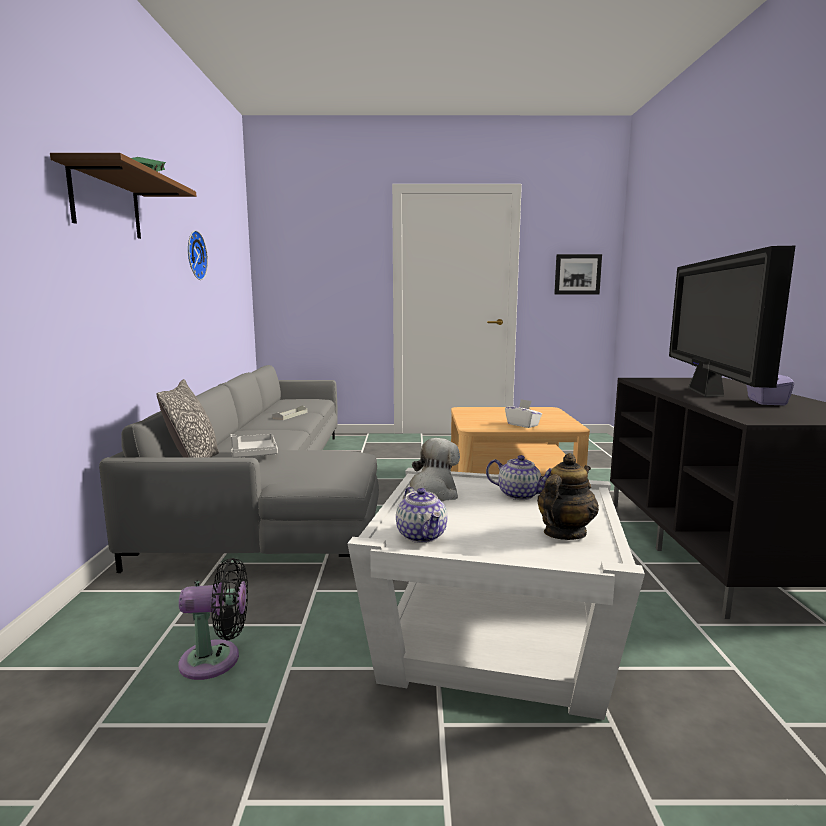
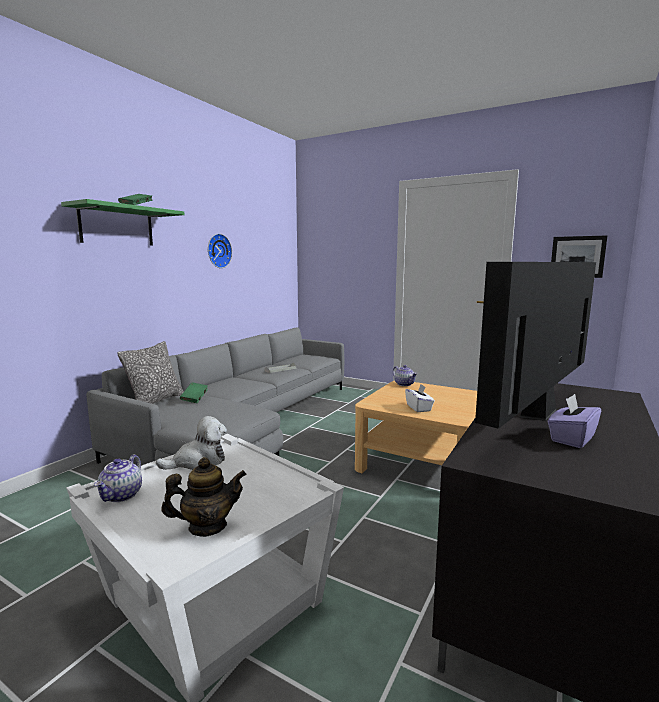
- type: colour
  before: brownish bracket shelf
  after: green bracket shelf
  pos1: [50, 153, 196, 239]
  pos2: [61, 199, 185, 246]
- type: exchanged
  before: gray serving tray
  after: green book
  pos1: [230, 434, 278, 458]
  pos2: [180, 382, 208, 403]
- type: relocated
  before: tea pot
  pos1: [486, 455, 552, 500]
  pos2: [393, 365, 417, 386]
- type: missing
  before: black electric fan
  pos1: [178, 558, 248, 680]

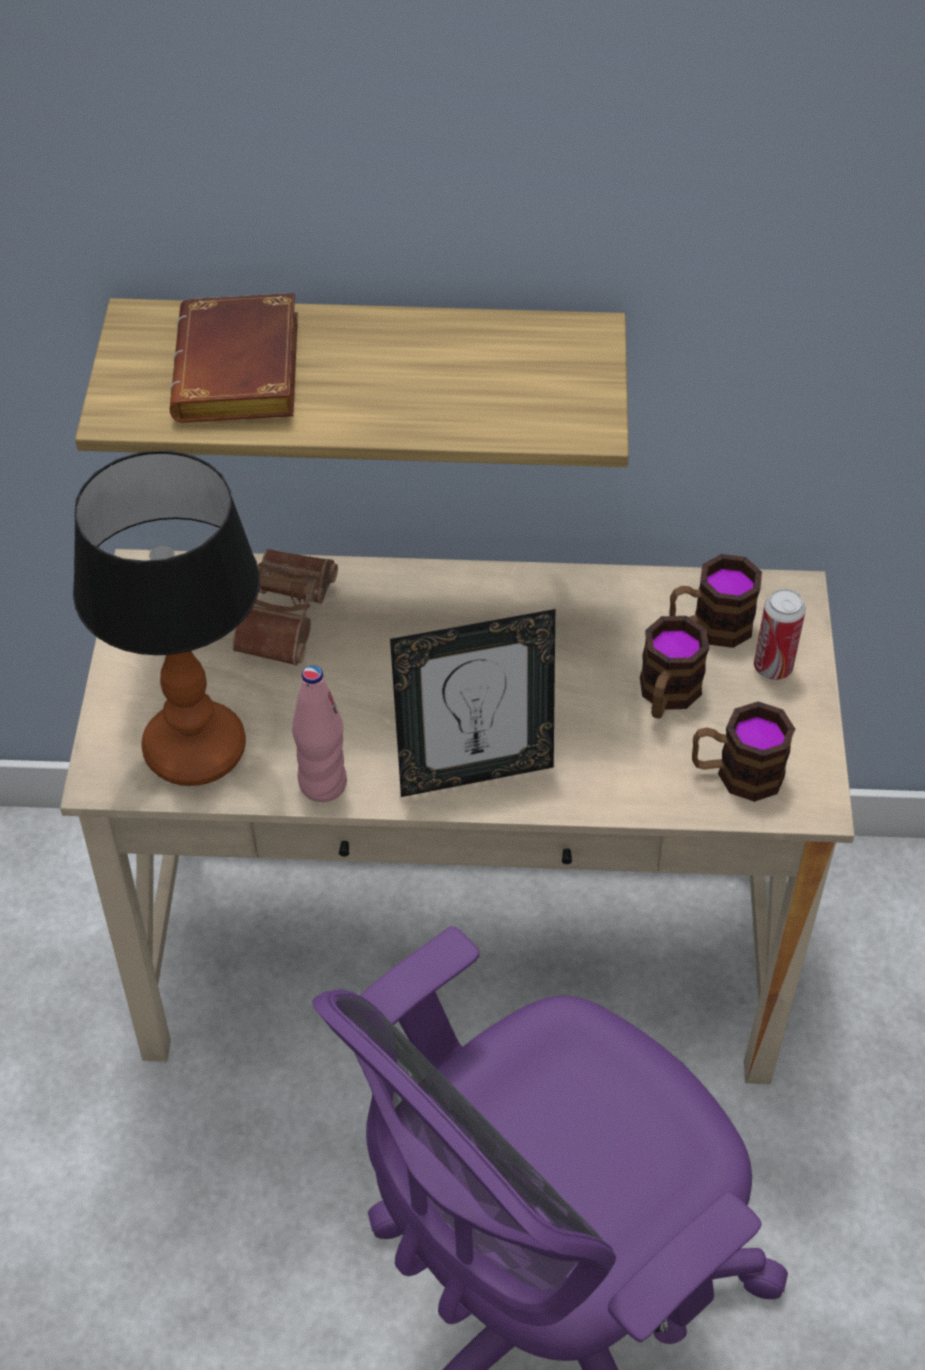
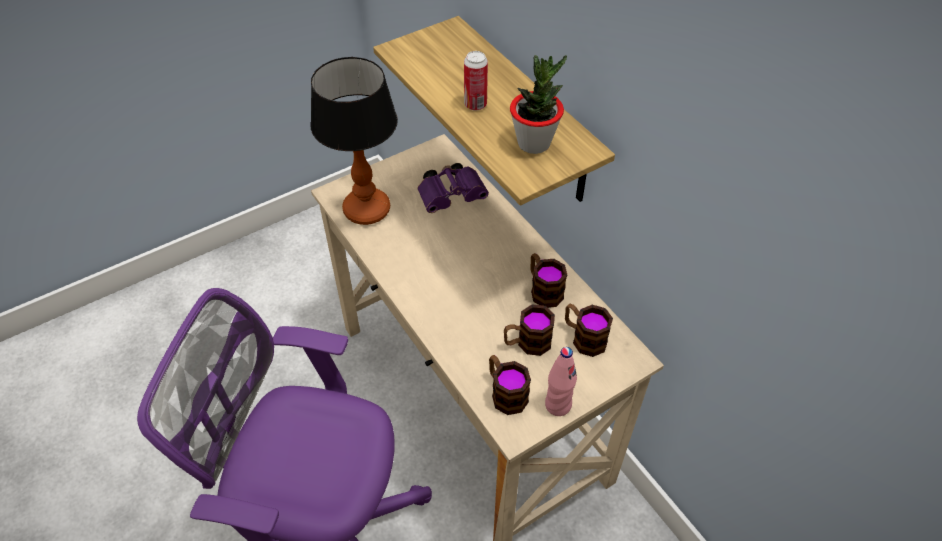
- type: colour
  before: brownish binoculars
  after: purple binoculars
  pos1: [232, 549, 338, 666]
  pos2: [417, 163, 489, 213]
- type: relocated
  before: metal can
  pos1: [754, 589, 806, 680]
  pos2: [464, 51, 488, 111]
- type: appeared
  after: plant in a pot
  pos2: [510, 55, 567, 154]
- type: appeared
  after: coffee mug
  pos2: [530, 253, 567, 308]
- type: relocated
  before: pinkish bottle
  pos1: [292, 665, 347, 802]
  pos2: [545, 347, 577, 416]
- type: missing
  before: brownish book
  pos1: [170, 293, 298, 423]
- type: missing
  before: picture frame
  pos1: [390, 609, 555, 797]

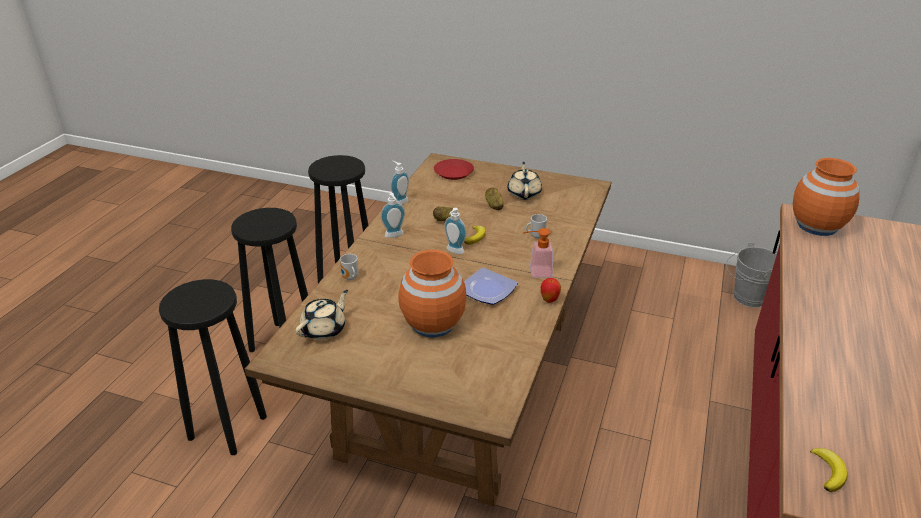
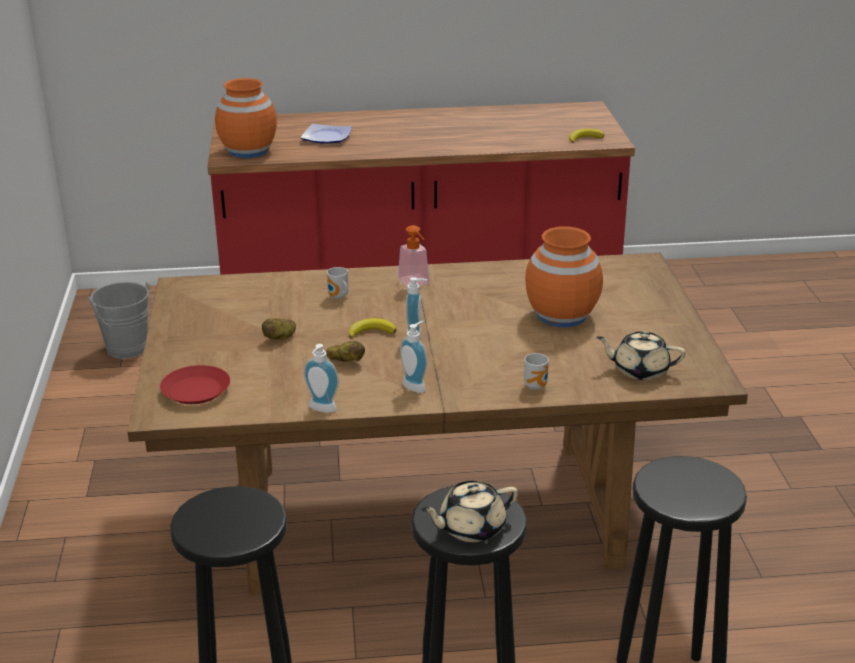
- type: relocated
  before: plate
  pos1: [464, 268, 518, 305]
  pos2: [301, 124, 352, 144]
- type: relocated
  before: beige-coloured tea pot
  pos1: [508, 162, 542, 200]
  pos2: [421, 481, 518, 542]
- type: missing
  before: whole apple
  pos1: [541, 278, 561, 303]

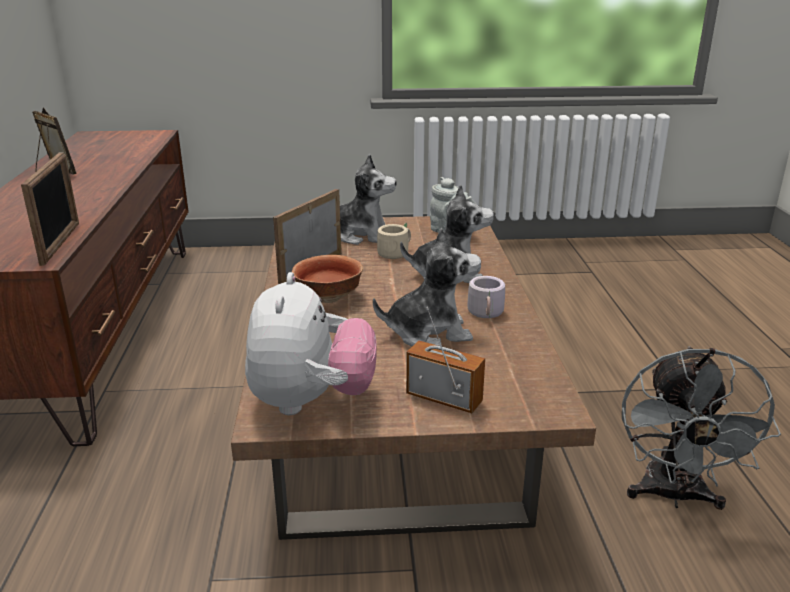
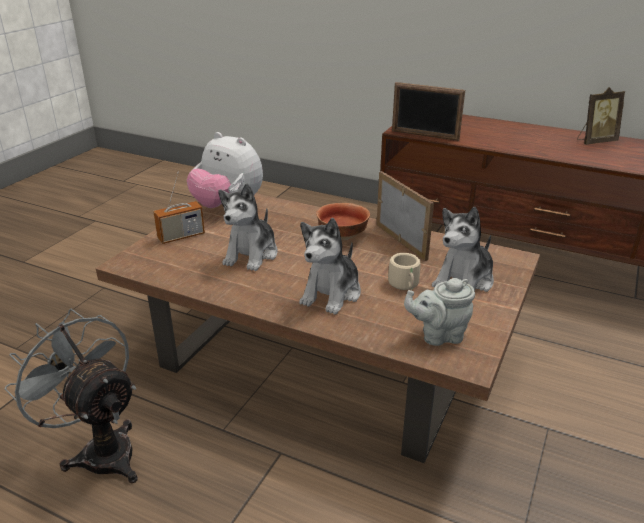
- type: missing
  before: gray coffee mug
  pos1: [467, 276, 507, 318]

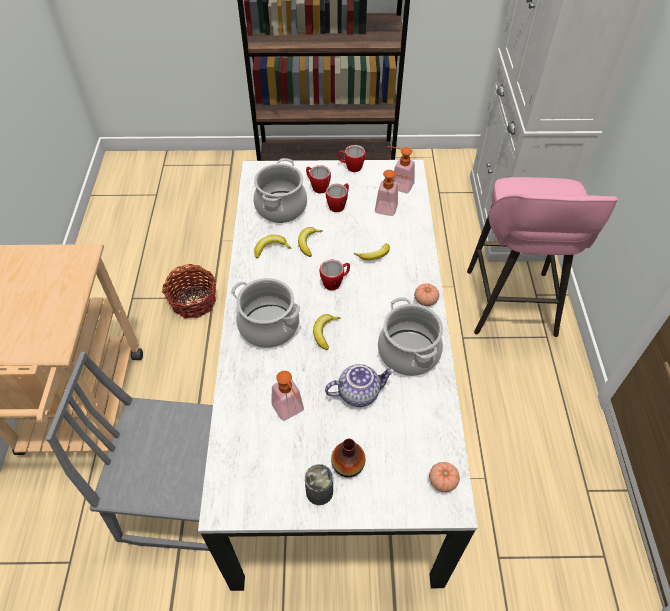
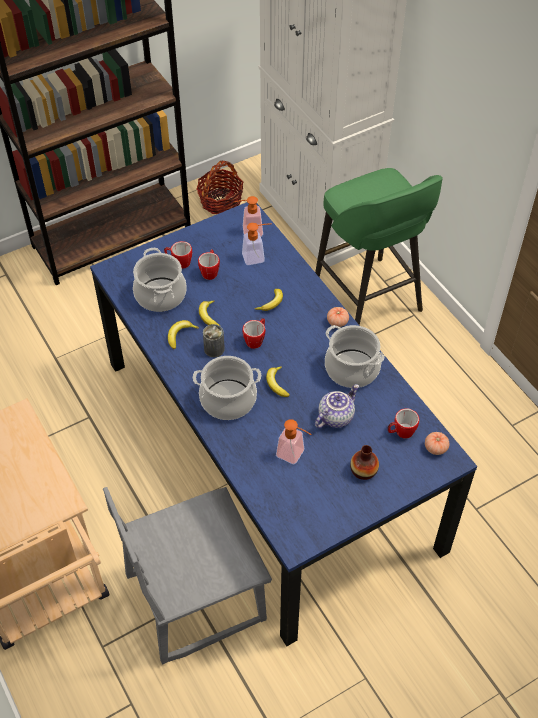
- type: colour
  before: white-coloured dinner table
  after: bluish dinner table
  pos1: [198, 160, 478, 591]
  pos2: [90, 202, 477, 647]
- type: relocated
  before: basket
  pos1: [162, 264, 216, 318]
  pos2: [197, 161, 243, 214]
- type: relocated
  before: metal can
  pos1: [305, 464, 333, 505]
  pos2: [203, 324, 225, 357]
- type: colour
  before: pinkish stool seat
  after: green stool seat
  pos1: [467, 177, 618, 337]
  pos2: [315, 168, 443, 325]
- type: relocated
  before: coffee mug
  pos1: [338, 145, 365, 172]
  pos2: [388, 408, 419, 439]

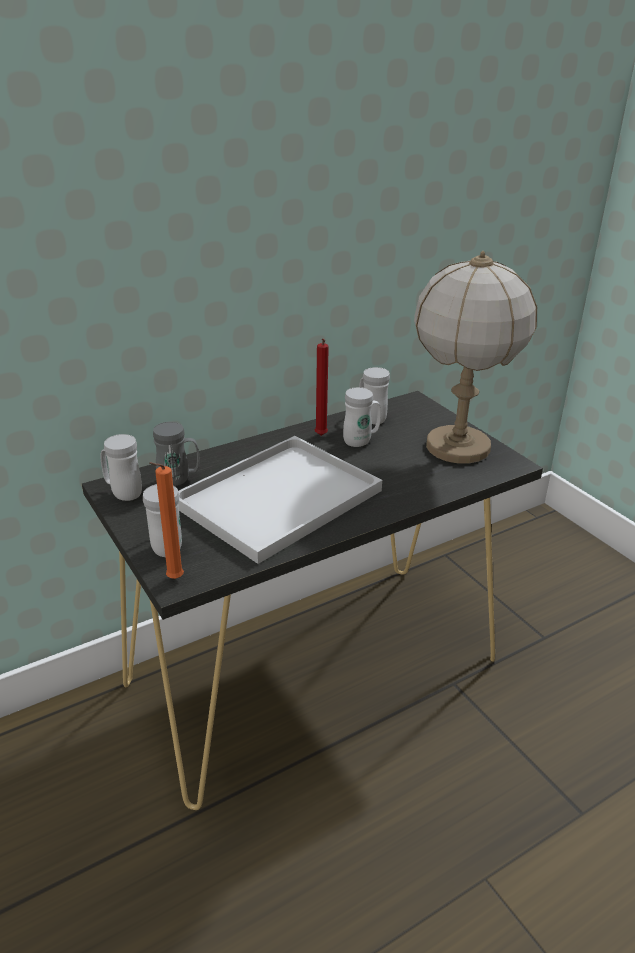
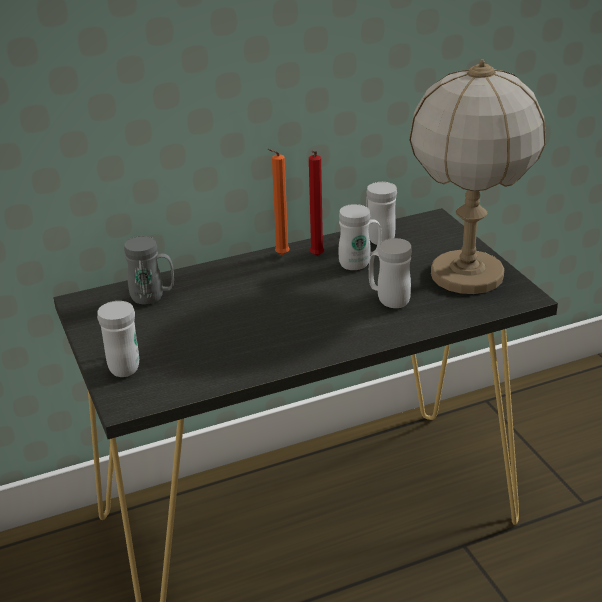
- type: relocated
  before: orangey candle
  pos1: [149, 462, 184, 579]
  pos2: [268, 149, 290, 255]
- type: relocated
  before: white-coloured coffee mug
  pos1: [100, 434, 142, 501]
  pos2: [369, 238, 412, 308]
- type: missing
  before: white-coloured serving tray
  pos1: [178, 436, 382, 564]

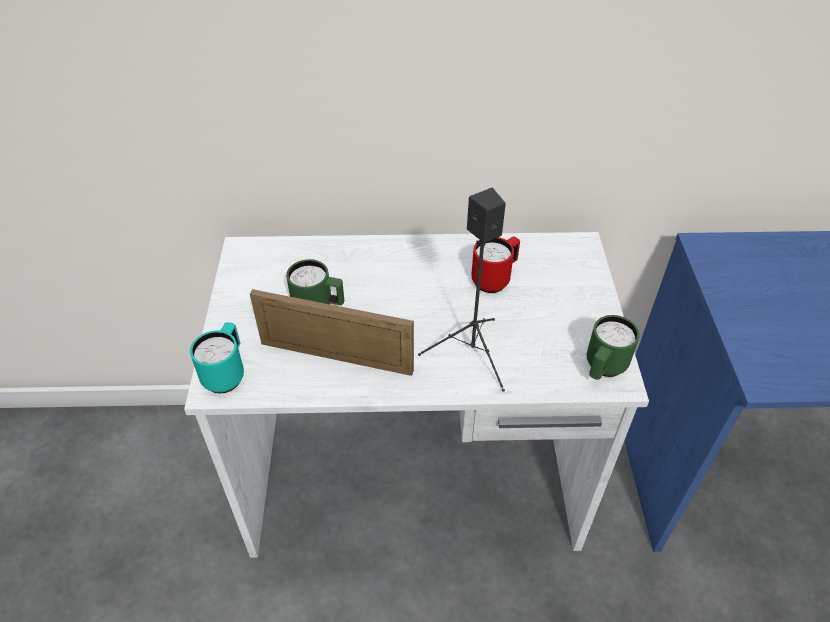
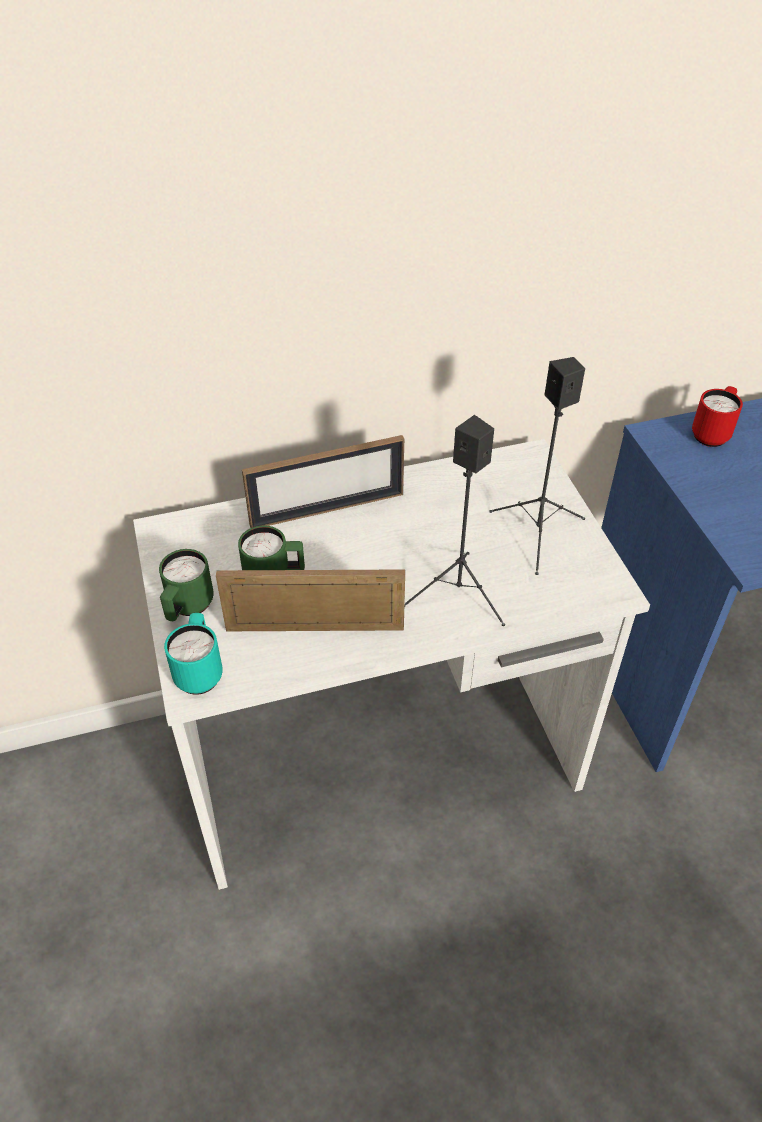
- type: relocated
  before: green coffee mug
  pos1: [587, 315, 640, 380]
  pos2: [159, 549, 213, 621]
- type: appeared
  after: picture frame
  pos2: [242, 435, 404, 528]
- type: appeared
  after: black loudspeaker
  pos2: [489, 357, 585, 575]
- type: relocated
  before: red coffee mug
  pos1: [471, 236, 520, 293]
  pos2: [692, 386, 743, 447]

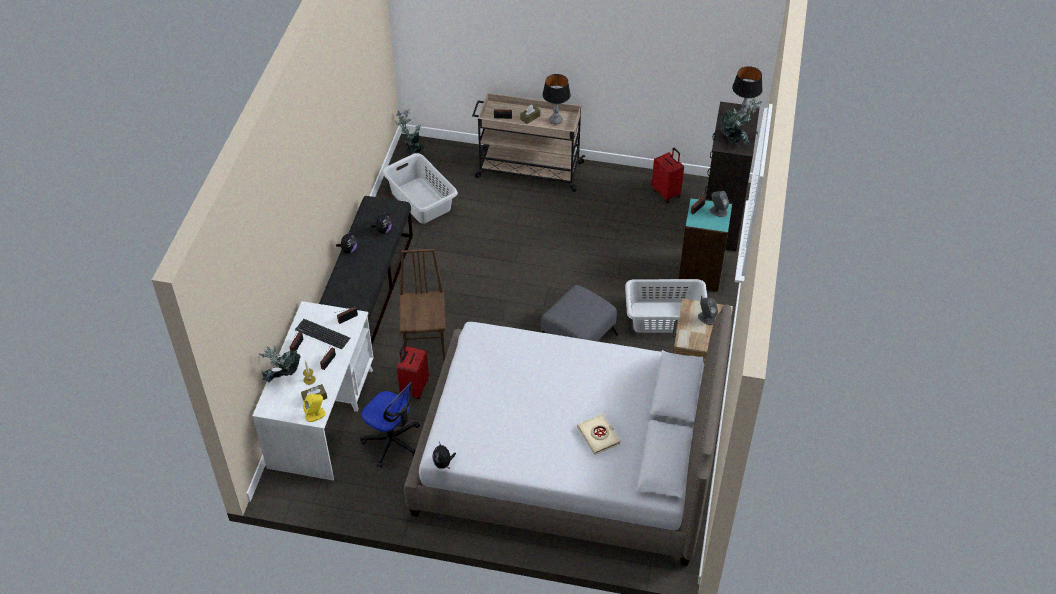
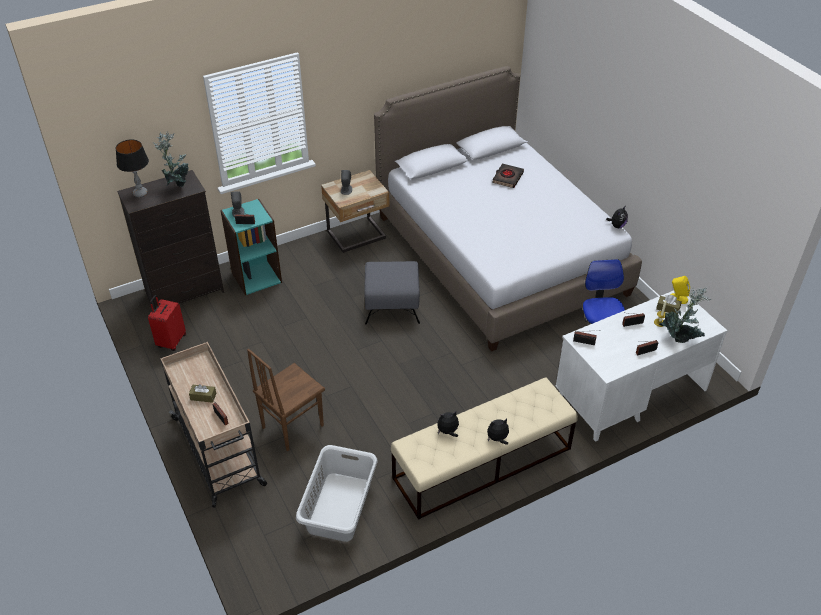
- type: relocated
  before: brownish plain chair
  pos1: [399, 249, 446, 360]
  pos2: [247, 349, 325, 451]
- type: colour
  before: black indoor bench
  after: beige-coloured indoor bench
  pos1: [319, 196, 413, 344]
  pos2: [391, 378, 578, 520]
- type: colour
  before: beige-coloured book
  after: black book
  pos1: [577, 414, 621, 455]
  pos2: [492, 163, 524, 188]
- type: missing
  before: keyboard
  pos1: [295, 319, 350, 349]
- type: missing
  before: plant in a pot
  pos1: [394, 109, 424, 155]
- type: missing
  before: red suitcase
  pos1: [397, 344, 429, 399]
- type: missing
  before: table lamp
  pos1: [542, 74, 571, 125]
- type: missing
  before: gray washing basket
  pos1: [625, 279, 707, 333]

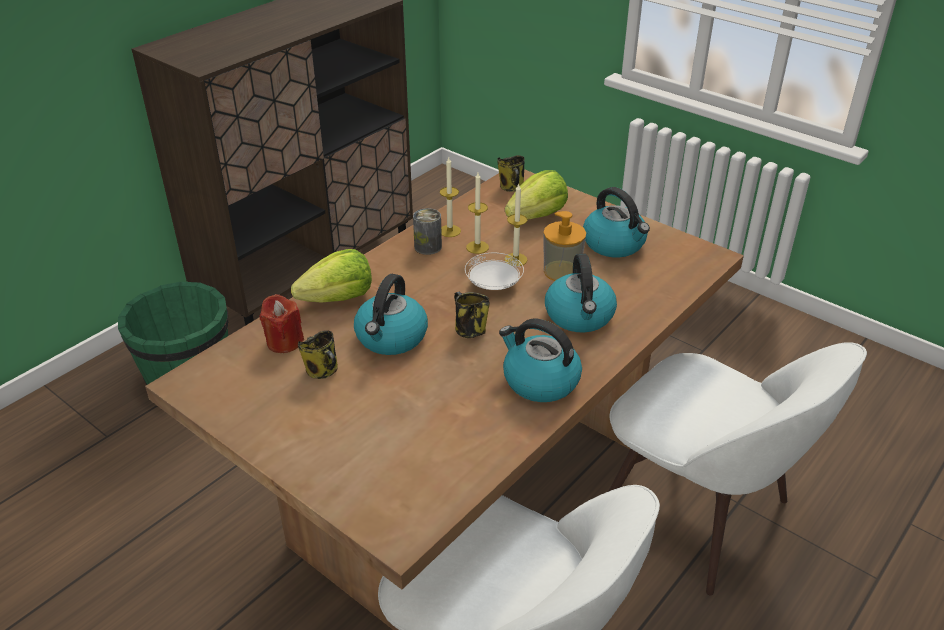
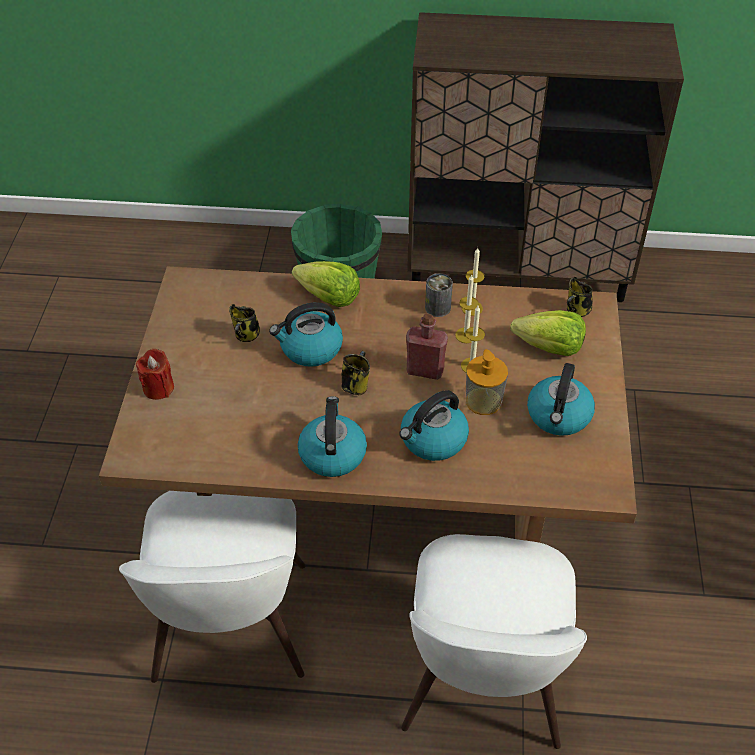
- type: relocated
  before: red candle
  pos1: [260, 294, 304, 353]
  pos2: [136, 349, 174, 400]
- type: exchanged
  before: white-coloured plate
  after: red bottle
  pos1: [465, 253, 524, 290]
  pos2: [406, 313, 448, 380]

